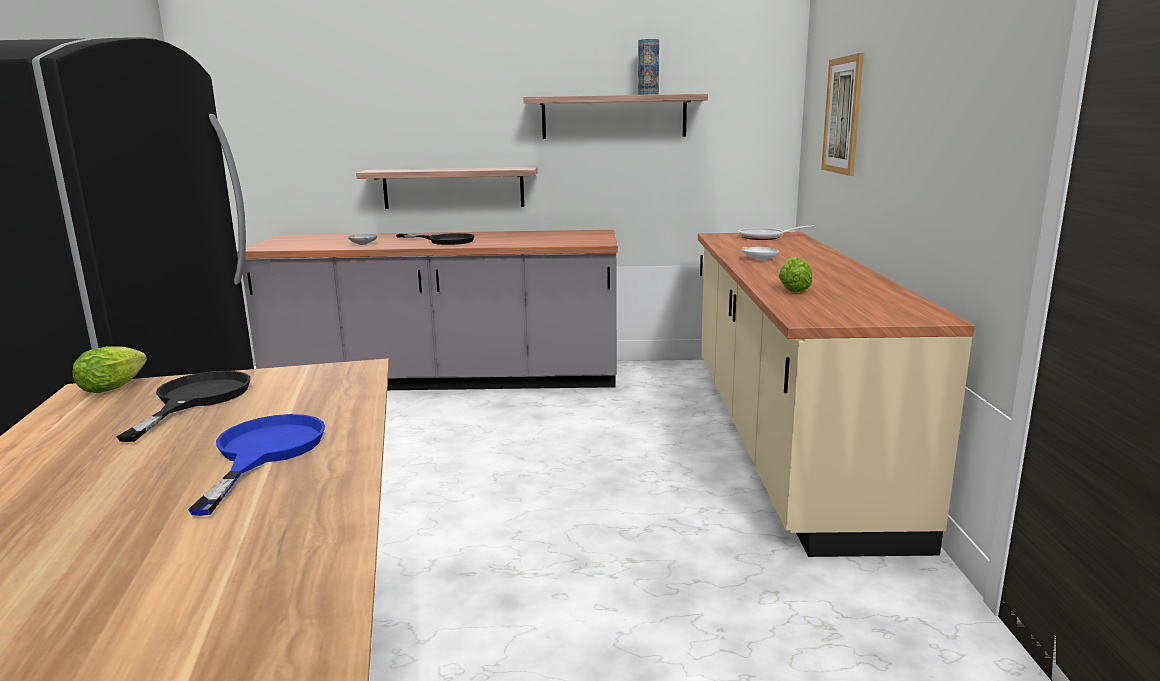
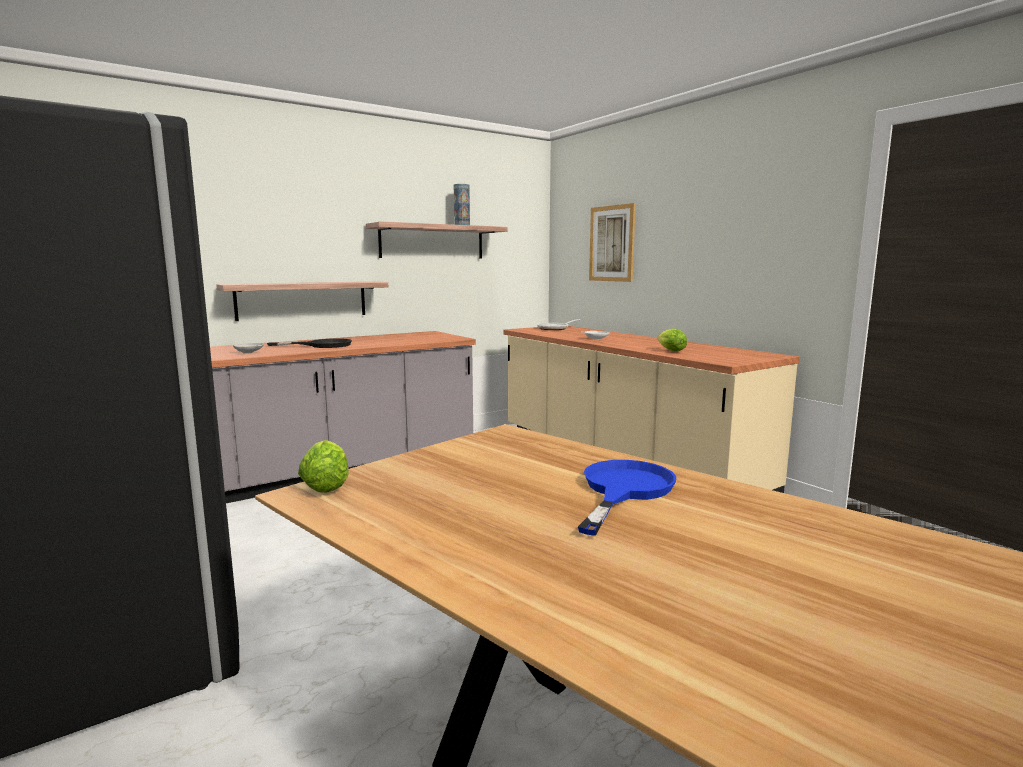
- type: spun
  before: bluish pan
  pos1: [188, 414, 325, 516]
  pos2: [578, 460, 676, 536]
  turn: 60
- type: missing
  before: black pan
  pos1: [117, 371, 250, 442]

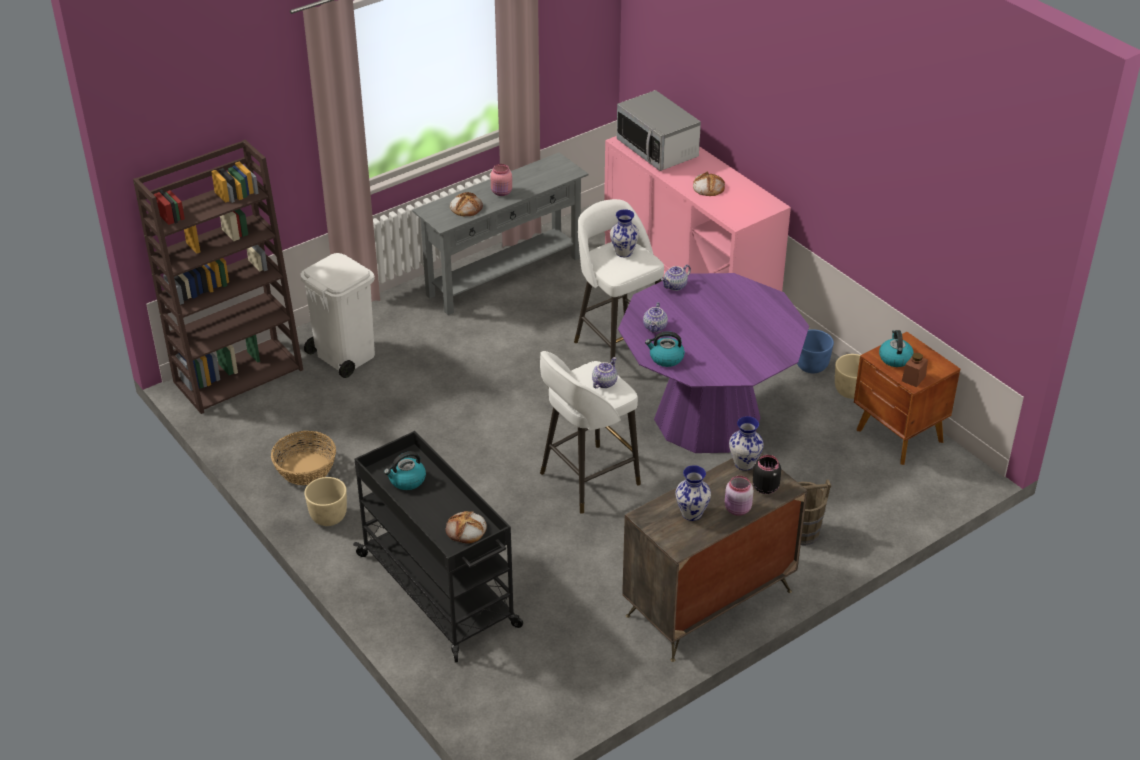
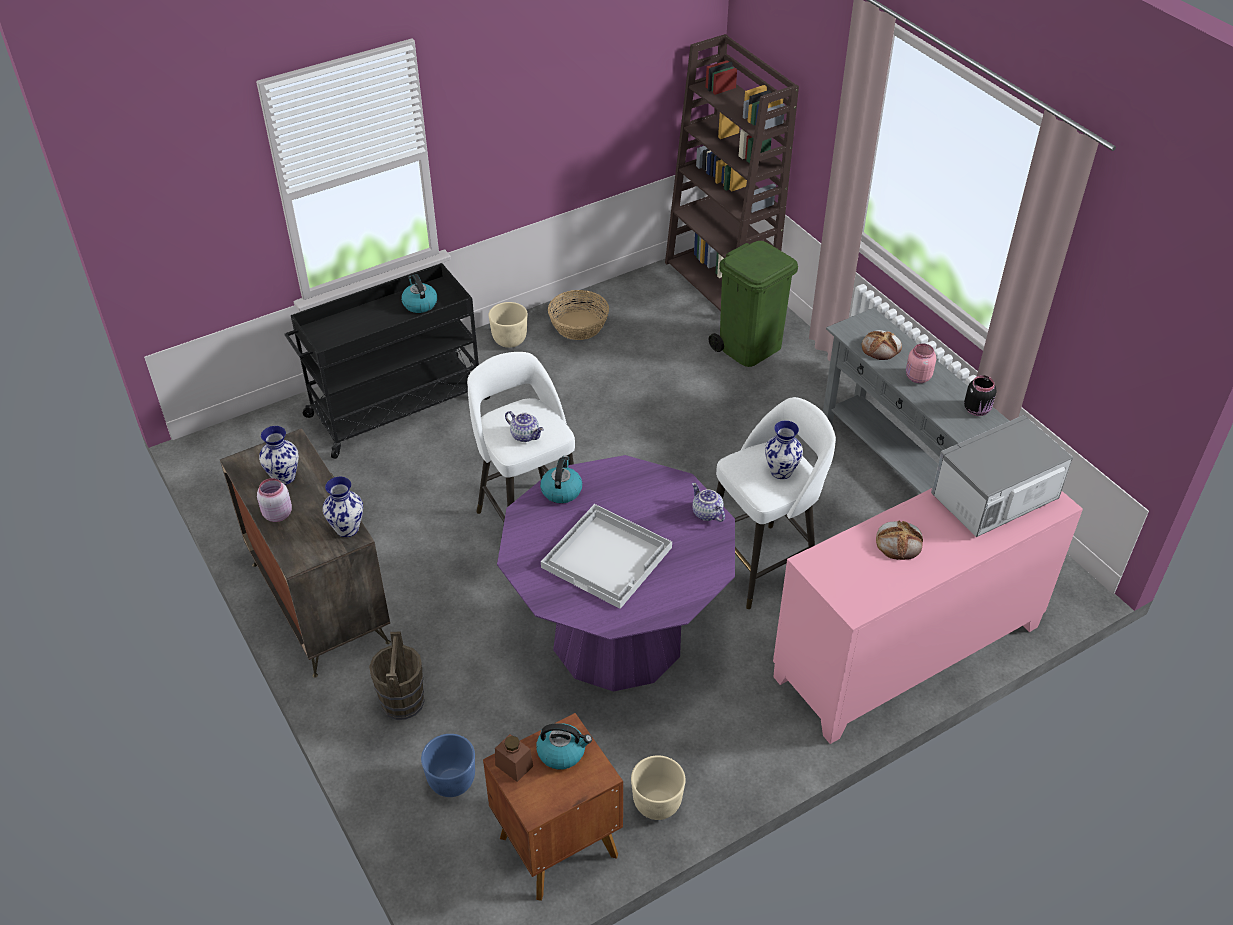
- type: relocated
  before: bluish flower pot
  pos1: [797, 329, 834, 373]
  pos2: [421, 734, 475, 797]
- type: appeared
  after: white-coloured serving tray
  pos2: [541, 504, 672, 609]
- type: colour
  before: white-coloured waste bin
  after: green waste bin
  pos1: [301, 253, 375, 378]
  pos2: [708, 241, 798, 367]
- type: relocated
  before: black preserve jar
  pos1: [753, 455, 781, 494]
  pos2: [964, 375, 996, 416]
- type: missing
  before: bakery bread
  pos1: [446, 511, 487, 544]
- type: missing
  before: tea pot
  pos1: [643, 302, 668, 333]

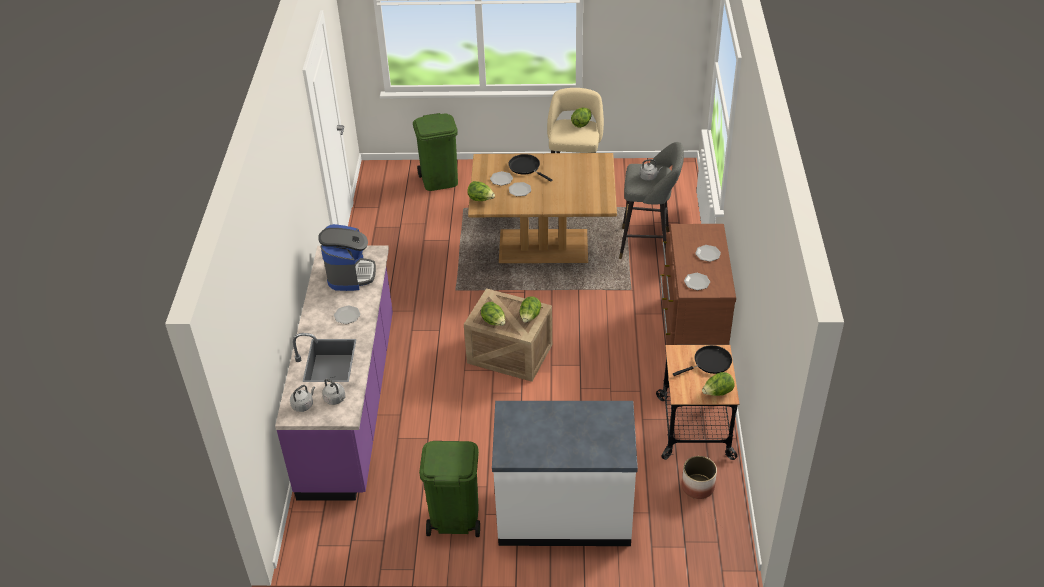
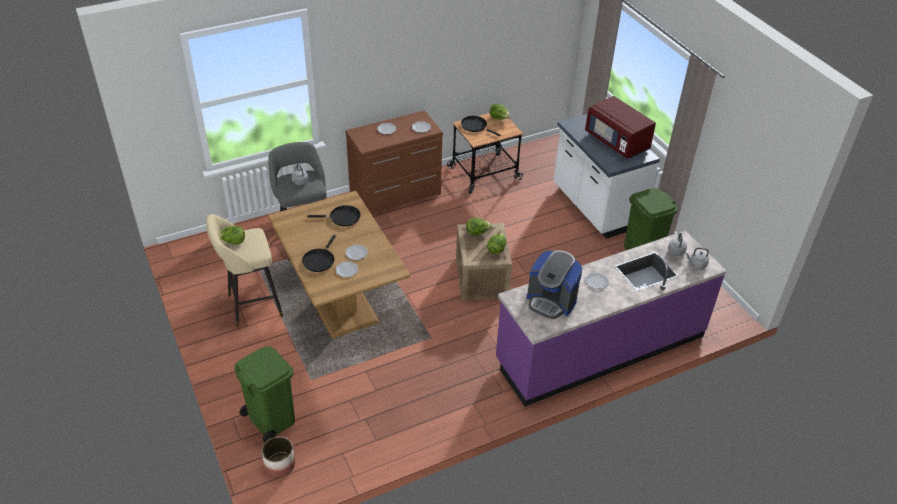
- type: relocated
  before: flower pot
  pos1: [681, 456, 717, 499]
  pos2: [262, 436, 295, 477]
- type: appeared
  after: black pan
  pos2: [307, 205, 360, 226]
- type: spun
  before: coffee machine
  pos1: [318, 224, 376, 291]
  pos2: [527, 250, 582, 319]
  turn: -120
- type: appeared
  after: red microwave oven
  pos2: [585, 96, 656, 159]
- type: missing
  before: head of lettuce
  pos1: [467, 181, 495, 201]

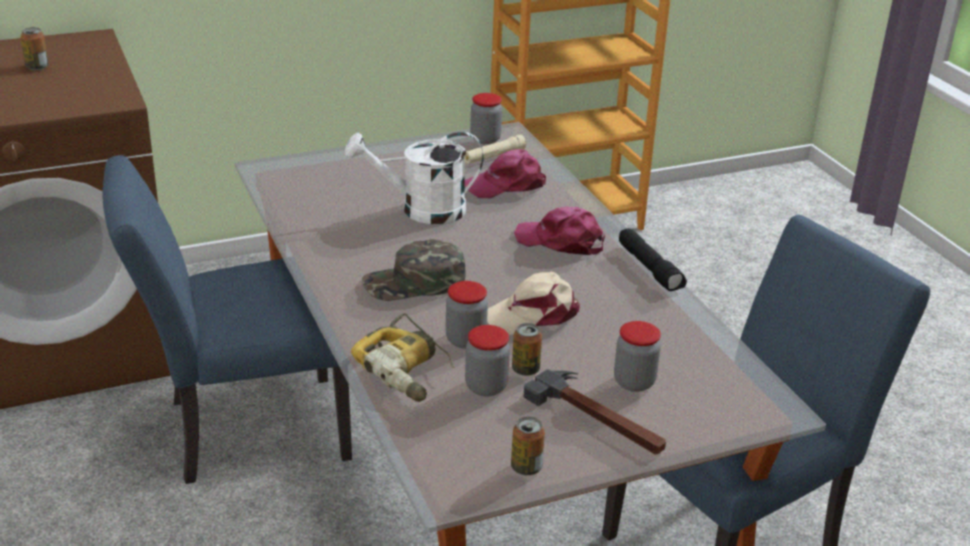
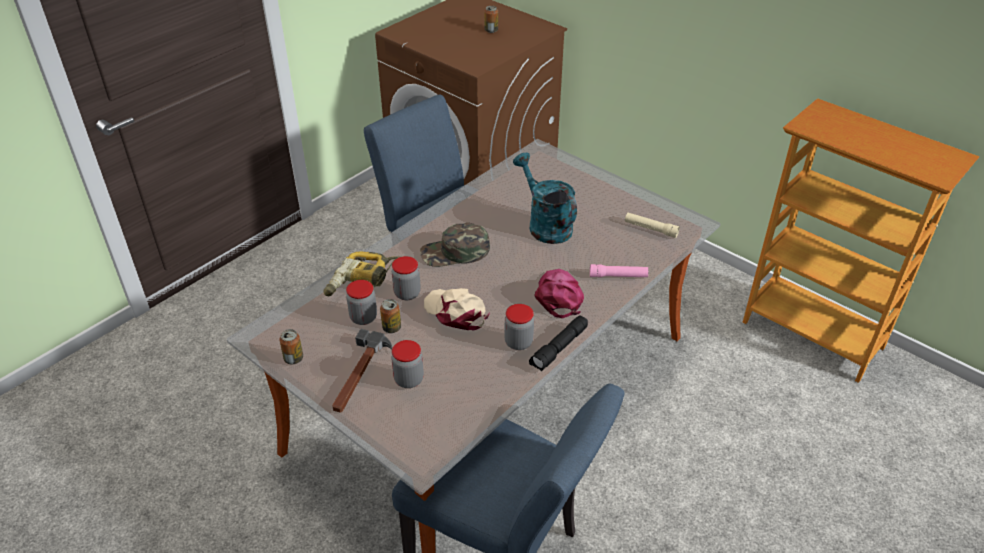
- type: spun
  before: green cap
  pos1: [362, 239, 466, 301]
  pos2: [420, 222, 490, 267]
  turn: -60
- type: relocated
  before: preserve jar
  pos1: [470, 93, 502, 144]
  pos2: [504, 304, 534, 350]
- type: colour
  before: white-coloured watering can
  after: turquoise watering can
  pos1: [345, 132, 484, 224]
  pos2: [513, 152, 577, 244]
- type: appeared
  after: pinkish hand torch
  pos2: [590, 264, 648, 277]
- type: missing
  before: pinkish cap
  pos1: [465, 149, 546, 198]

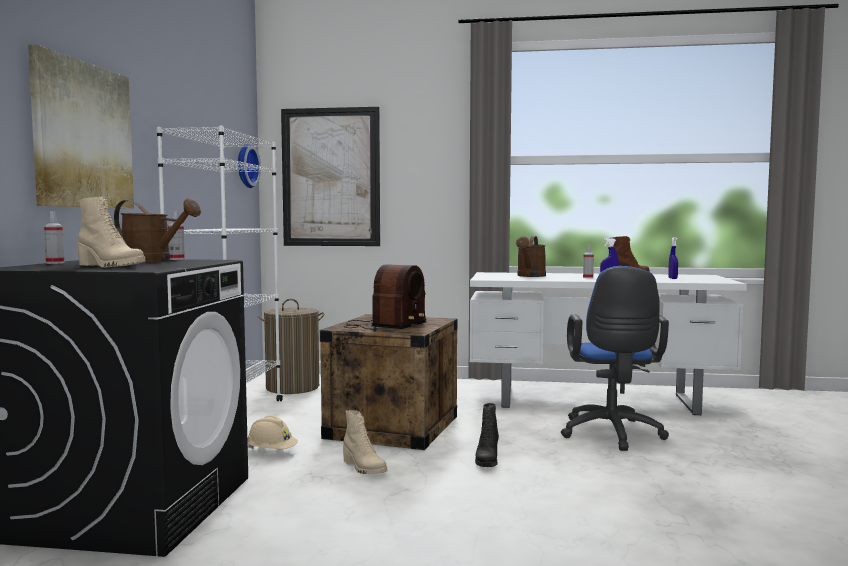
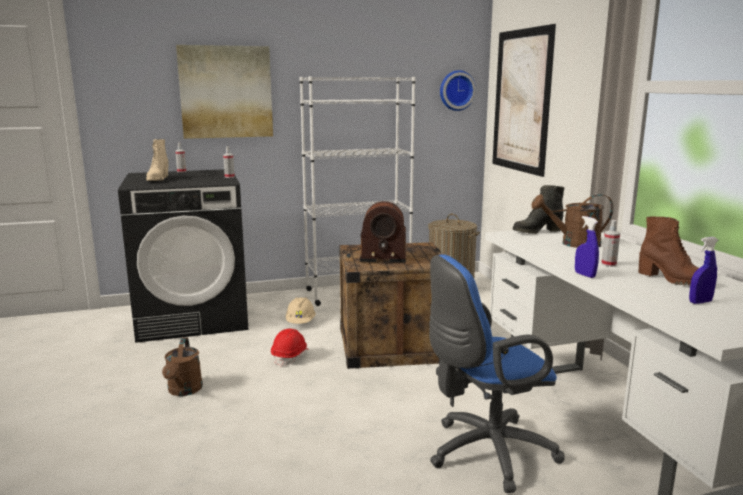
- type: relocated
  before: brownish watering can
  pos1: [114, 198, 201, 263]
  pos2: [162, 337, 203, 396]
- type: exchanged
  before: beige-coloured boot
  after: red safety helmet
  pos1: [343, 410, 387, 474]
  pos2: [271, 329, 309, 367]
- type: relocated
  before: black boot
  pos1: [475, 403, 499, 467]
  pos2: [513, 185, 565, 234]

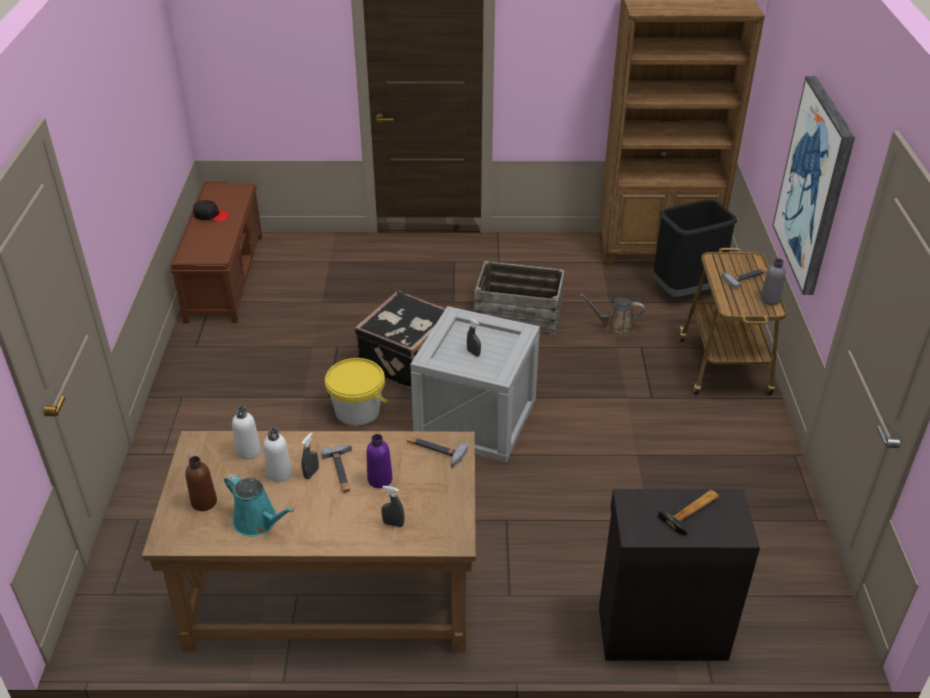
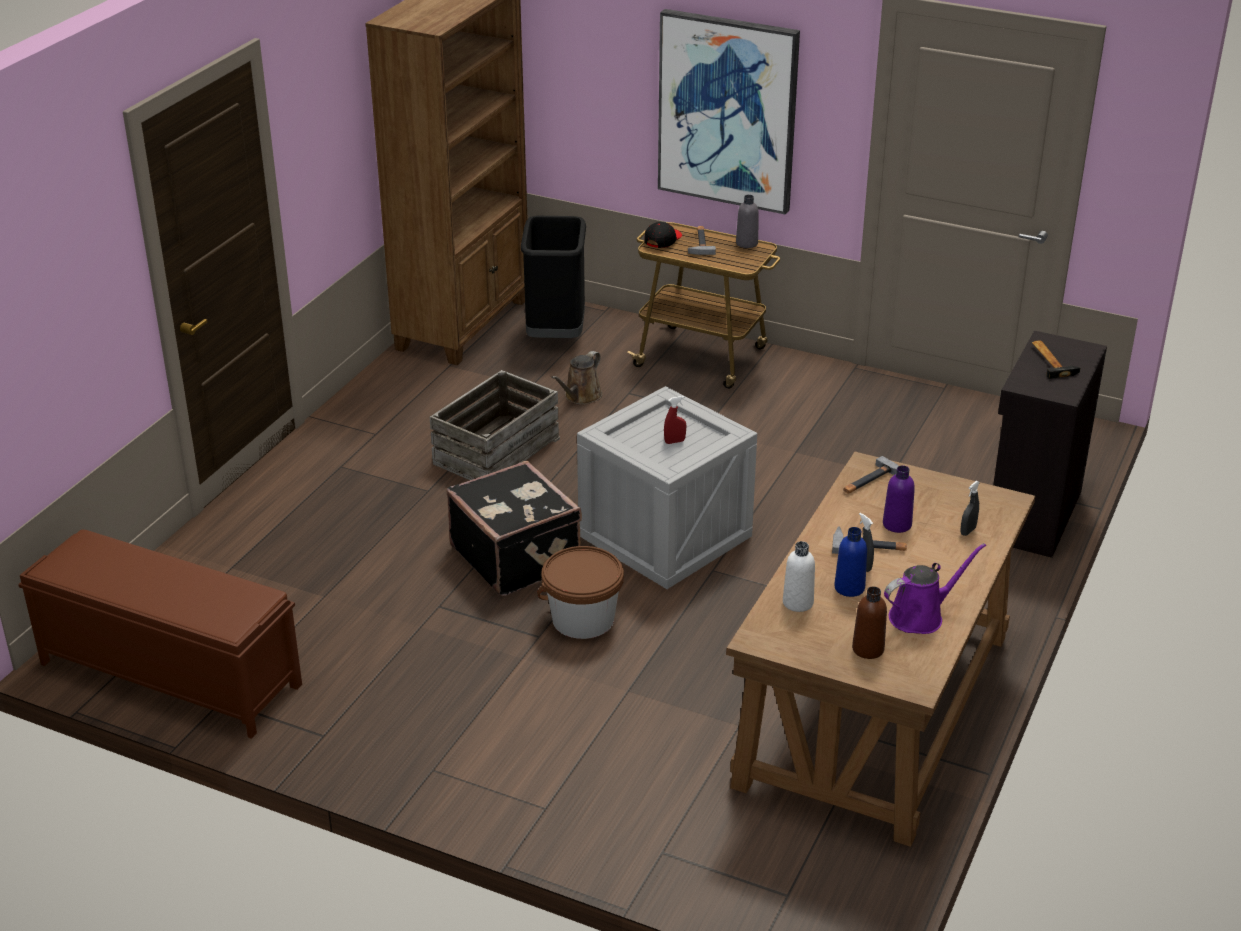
- type: colour
  before: yellow-coloured water bucket
  after: brownish water bucket
  pos1: [325, 358, 387, 426]
  pos2: [537, 546, 624, 639]
- type: relocated
  before: black cap
  pos1: [193, 200, 229, 221]
  pos2: [644, 222, 682, 248]
- type: colour
  before: gray sprayer
  after: red sprayer
  pos1: [467, 319, 481, 357]
  pos2: [664, 396, 686, 444]
- type: colour
  before: white-coloured bottle
  after: bluish bottle
  pos1: [263, 428, 292, 482]
  pos2: [834, 527, 867, 597]
- type: colour
  before: turquoise watering can
  after: purple watering can
  pos1: [224, 473, 294, 536]
  pos2: [884, 543, 986, 634]

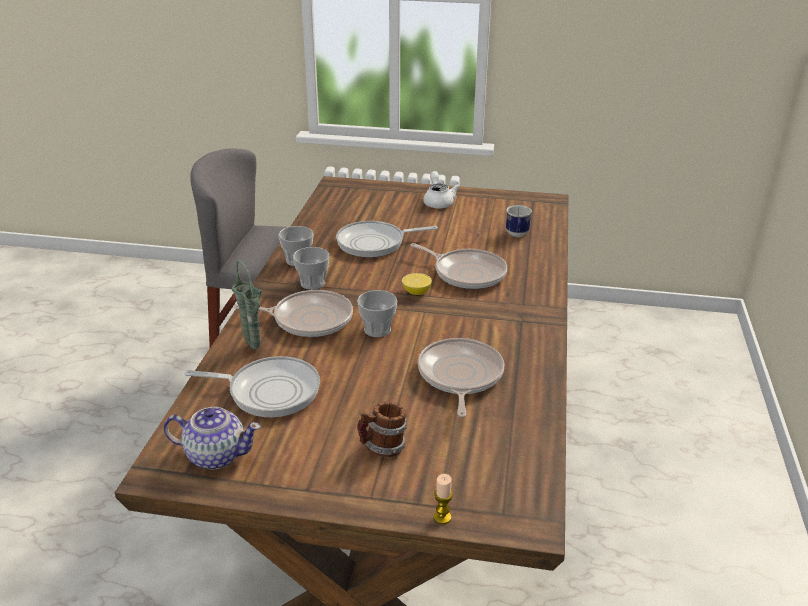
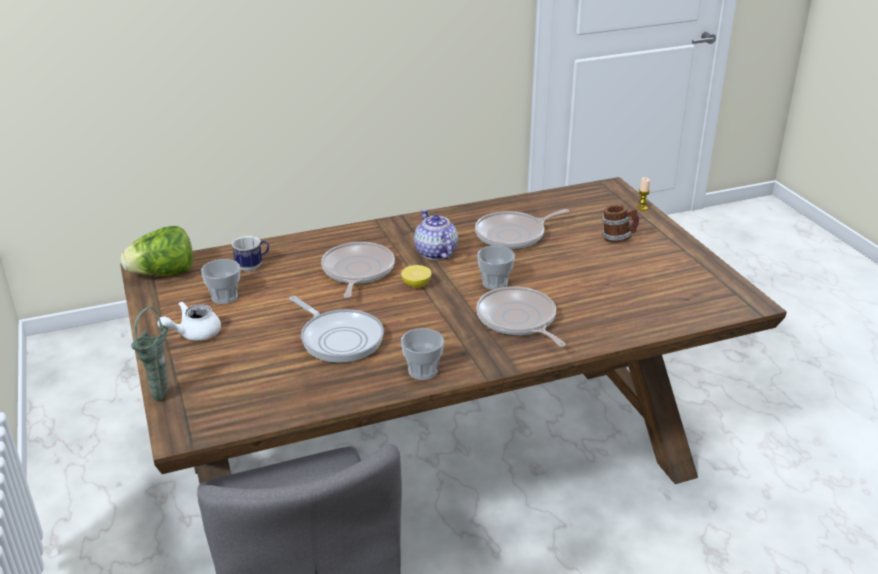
- type: appeared
  after: head of lettuce
  pos2: [121, 226, 193, 276]
- type: relocated
  before: green vase
  pos1: [232, 260, 262, 350]
  pos2: [131, 307, 169, 401]
- type: relocated
  before: drinking cup
  pos1: [293, 247, 330, 290]
  pos2: [201, 259, 240, 304]
- type: relocated
  before: tea pot
  pos1: [163, 407, 261, 469]
  pos2: [414, 209, 458, 260]
- type: missing
  before: pan
  pos1: [184, 356, 320, 417]

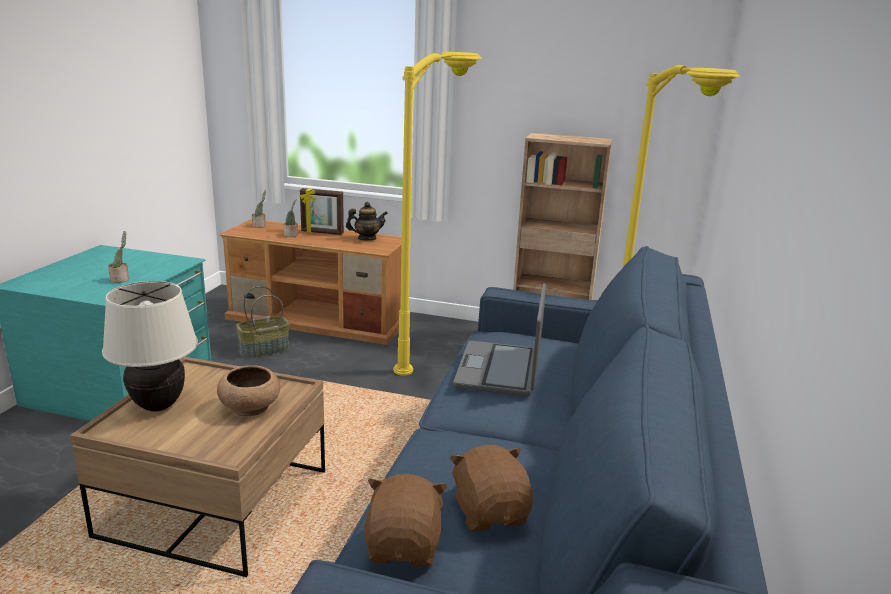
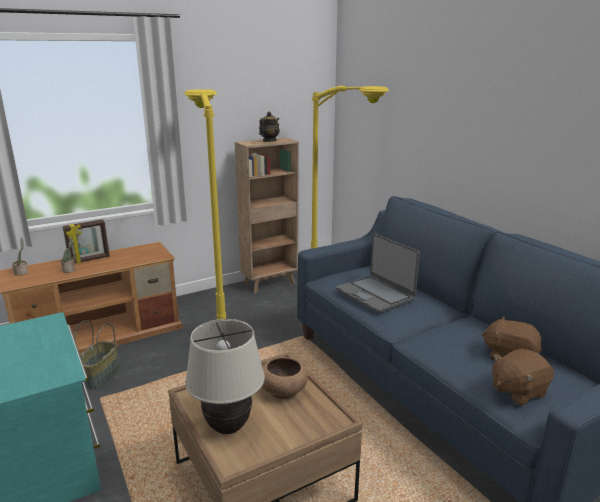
- type: relocated
  before: tea pot
  pos1: [346, 202, 388, 241]
  pos2: [259, 111, 280, 142]
- type: spun
  before: brownish soft toy
  pos1: [364, 474, 448, 567]
  pos2: [492, 349, 554, 406]
  turn: -75
- type: missing
  before: plant in a pot
  pos1: [108, 231, 129, 283]

